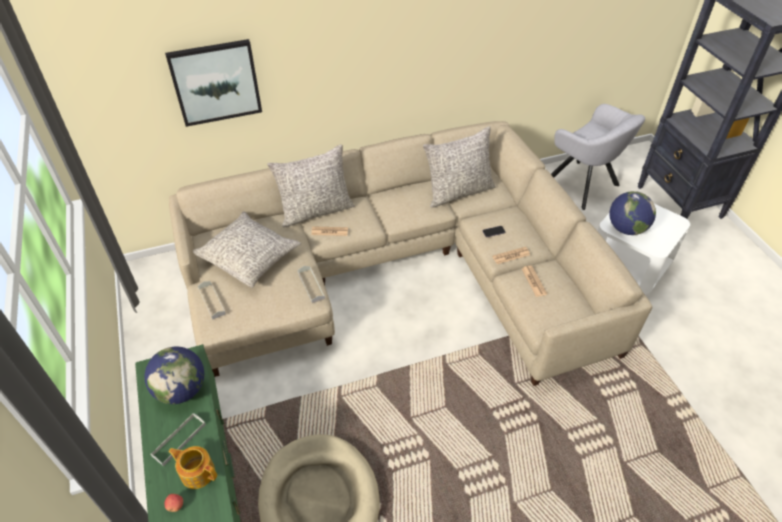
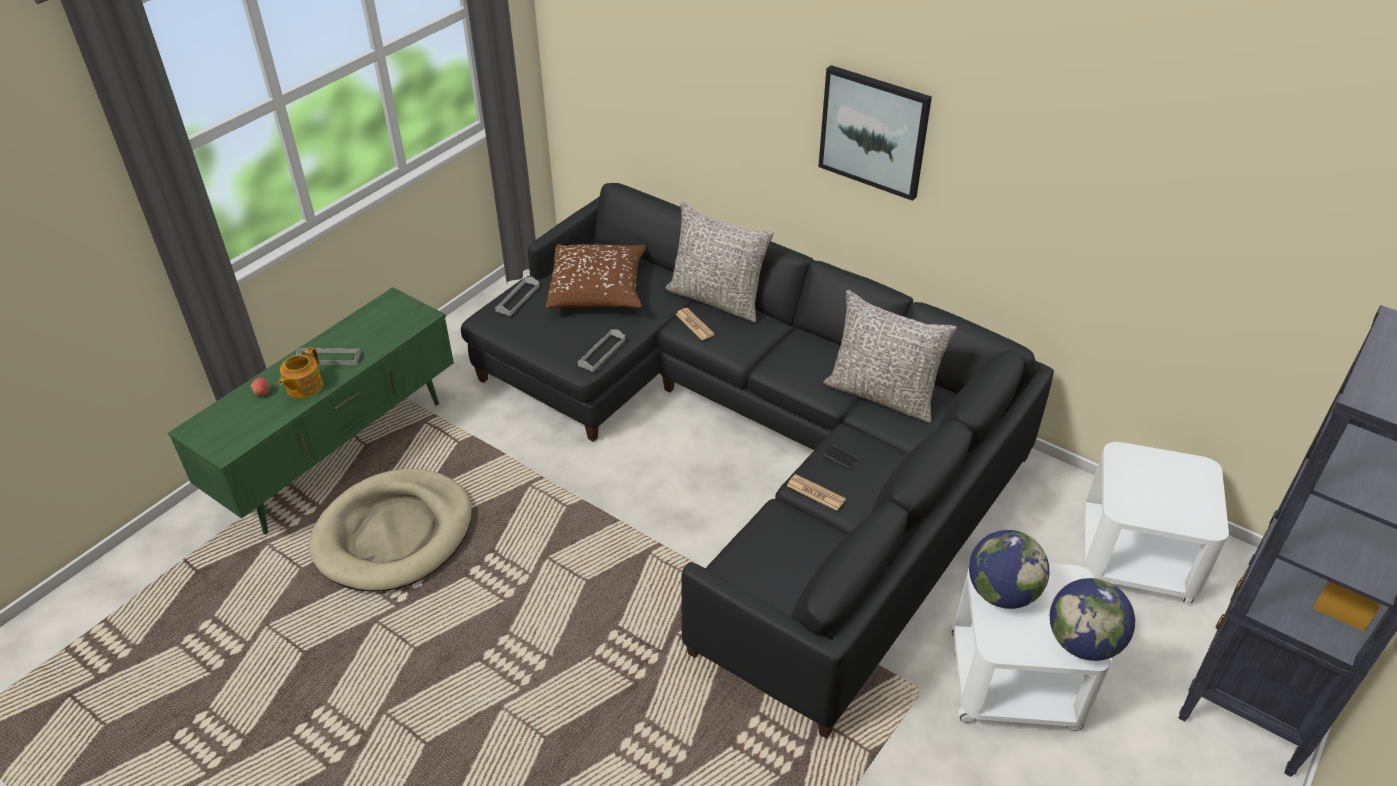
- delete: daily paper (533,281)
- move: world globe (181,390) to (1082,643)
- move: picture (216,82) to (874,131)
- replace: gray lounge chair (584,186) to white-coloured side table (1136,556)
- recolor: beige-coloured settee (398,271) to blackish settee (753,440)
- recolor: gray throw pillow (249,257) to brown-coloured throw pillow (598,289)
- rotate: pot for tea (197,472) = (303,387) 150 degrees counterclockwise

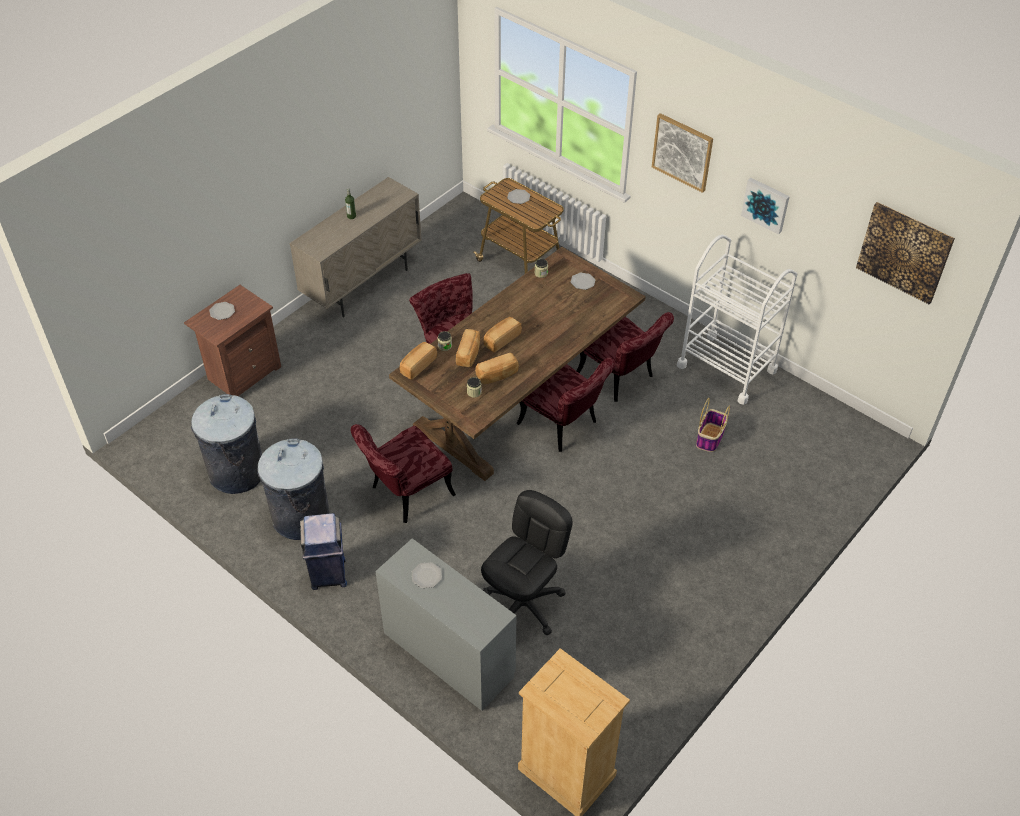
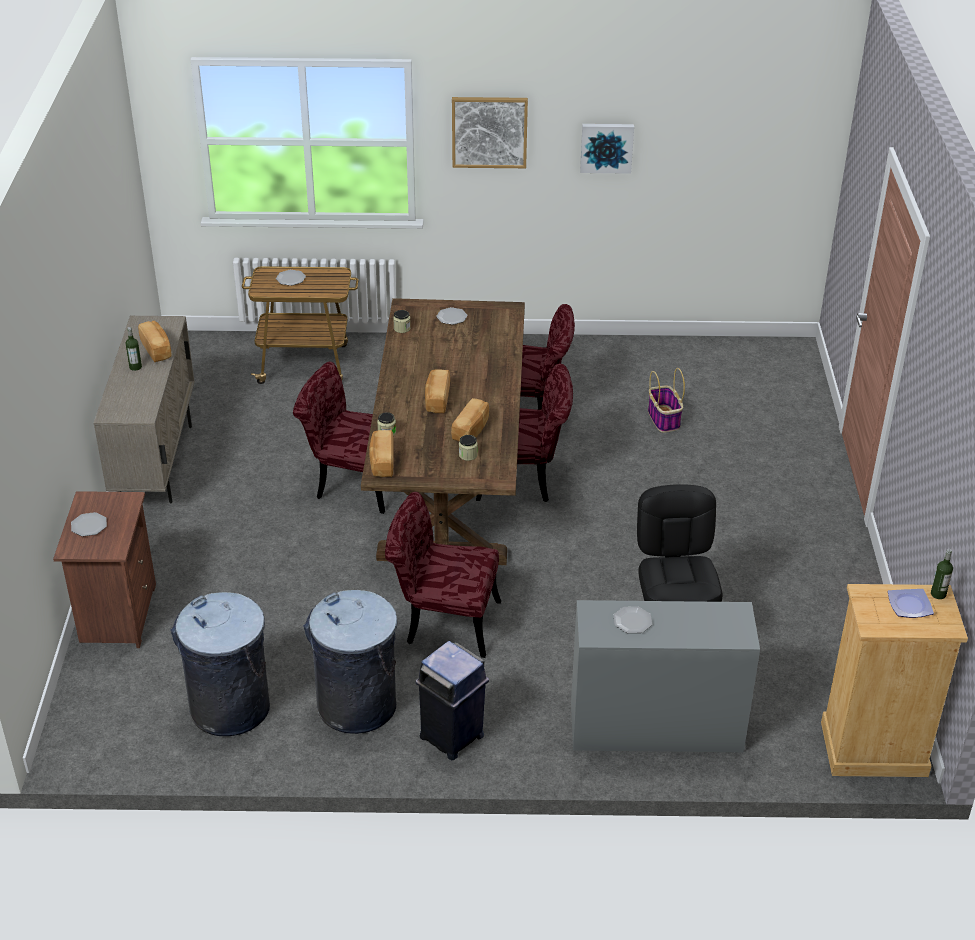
- delete: white-coloured wheeled cart (726,368)
- delete: picture (904,252)
- insert: dinner plate (910,606)
- insert: beverage bottle (938,594)
- move: bakery bread (469,354) to (157,349)
- rotate: reddish chair (405,495) = (442,621) 90 degrees clockwise

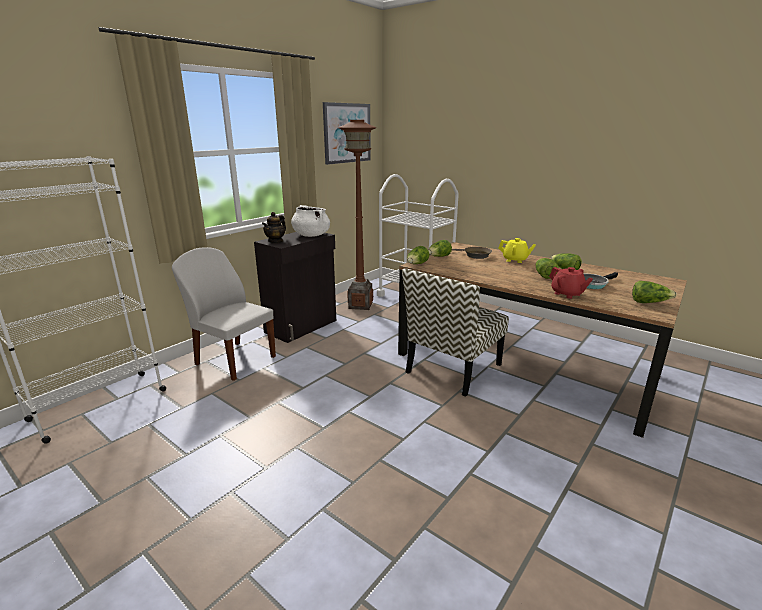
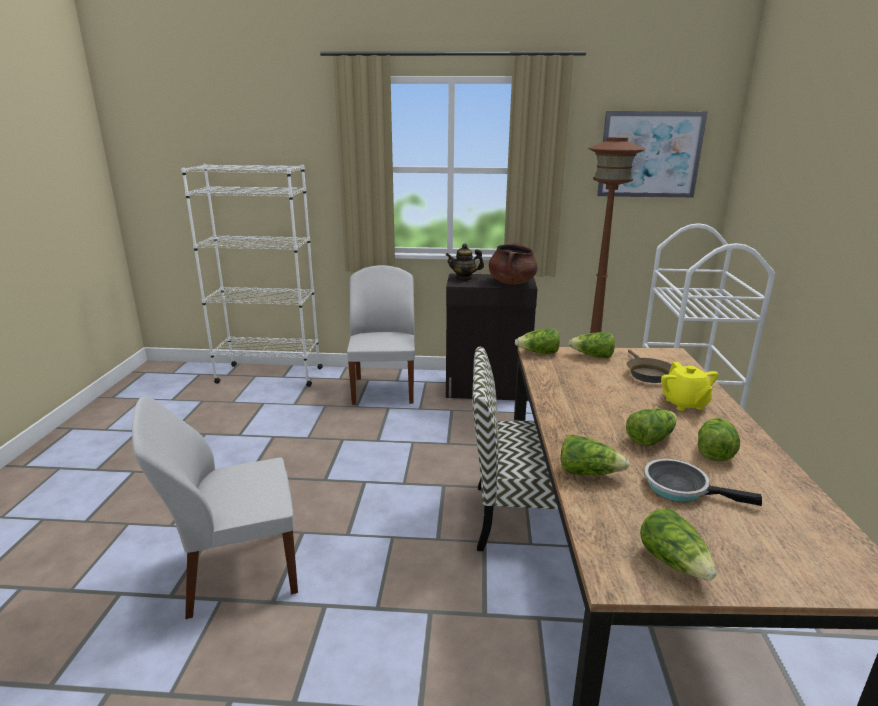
- insert: white-coloured chair (237,571)
- replace: reddish pot for tea (567,294) to head of lettuce (588,472)
- recolor: white-coloured cooking pot (311,235) to brown-coloured cooking pot (511,282)

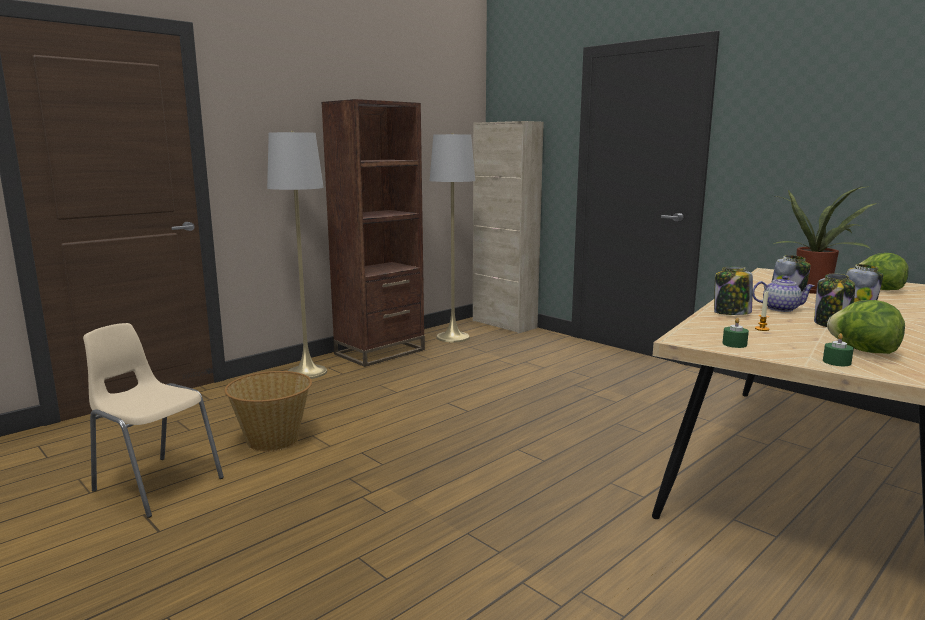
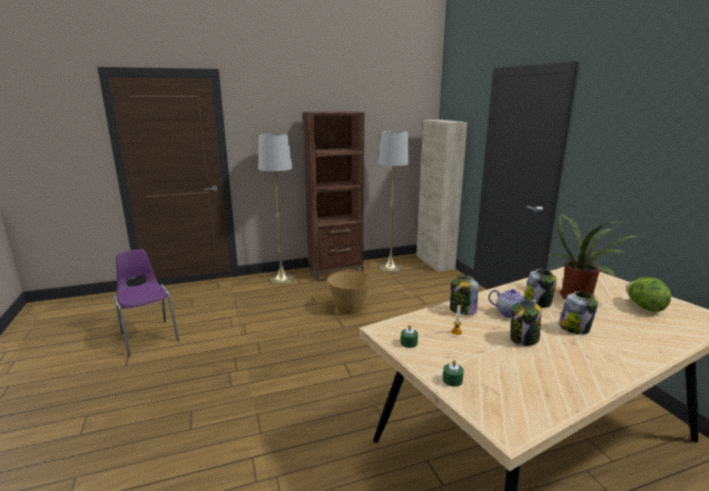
- delete: head of lettuce (863,351)
- move: storage basket (273,439) to (349,308)
- recolor: beige-coloured chair (156,484) to purple-coloured chair (149,336)

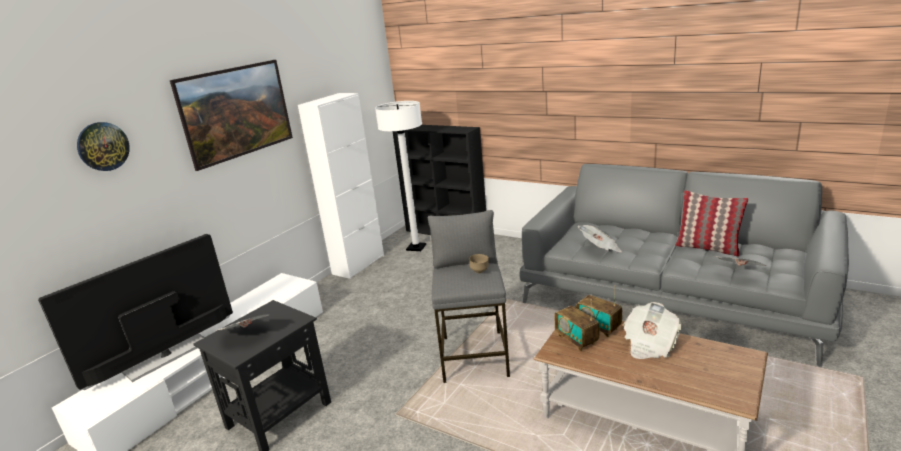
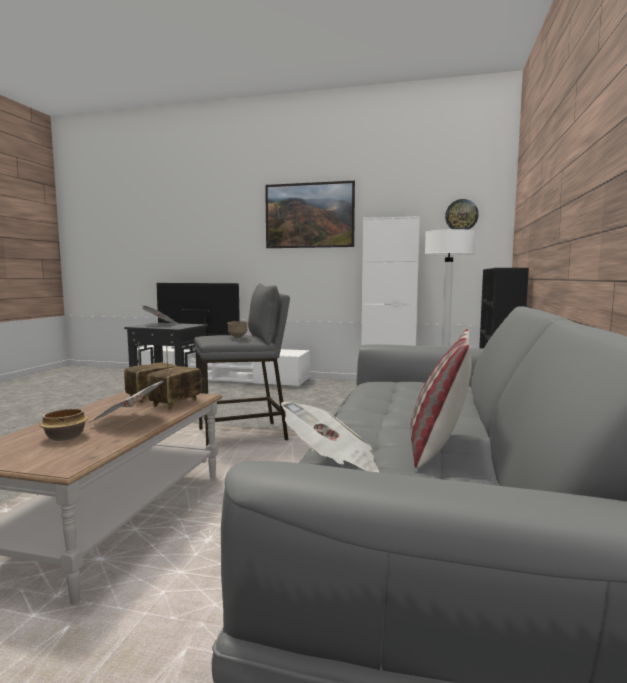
- delete: daily paper (600,249)
- insert: deep dish (65,437)
- move: wall clock (103,146) to (461,215)

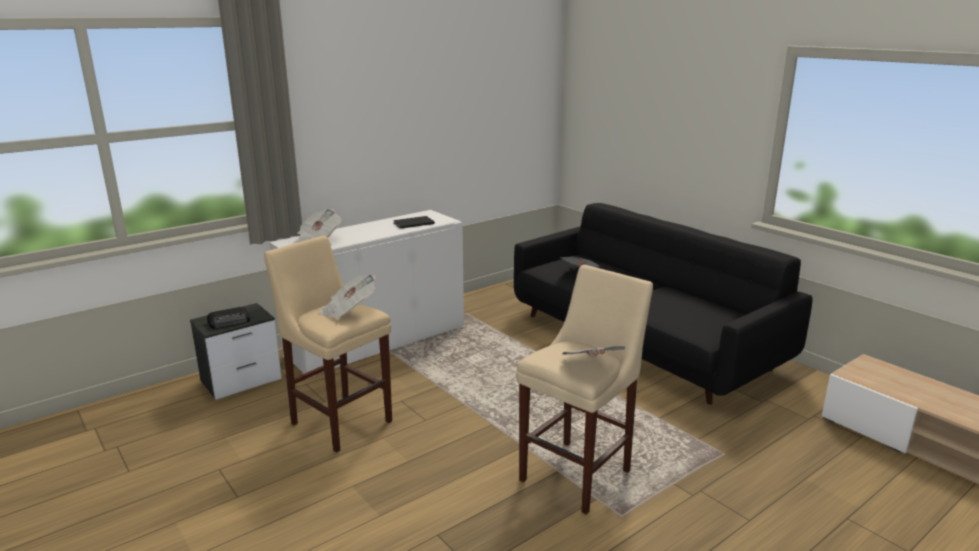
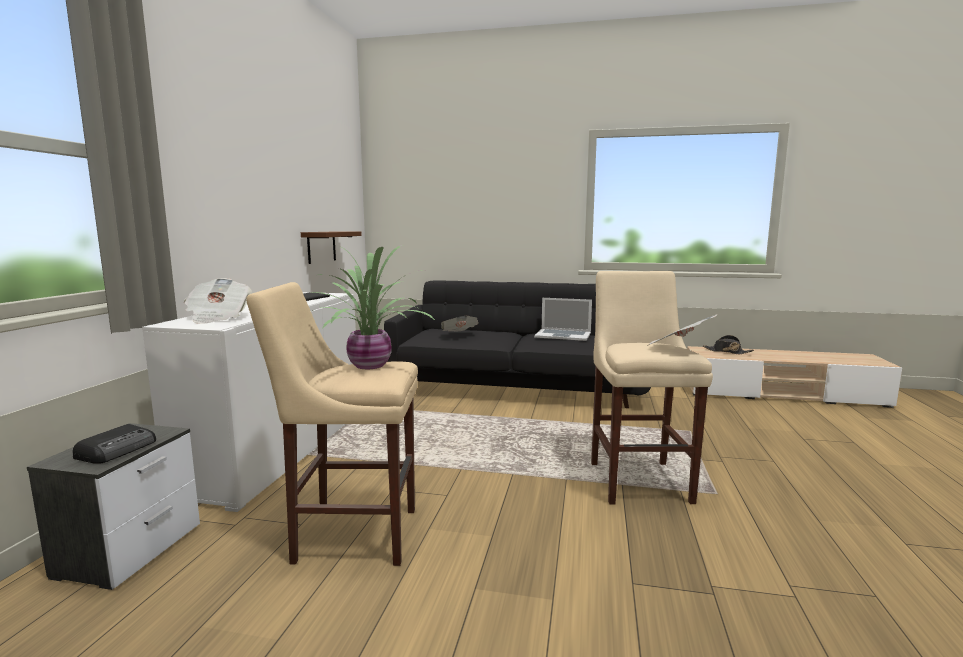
- insert: brown-coloured bracket shelf (321,247)
- insert: notebook computer (563,335)
- insert: blackish wearable hat (727,352)
- replace: daily paper (348,310) to plant in a pot (371,366)

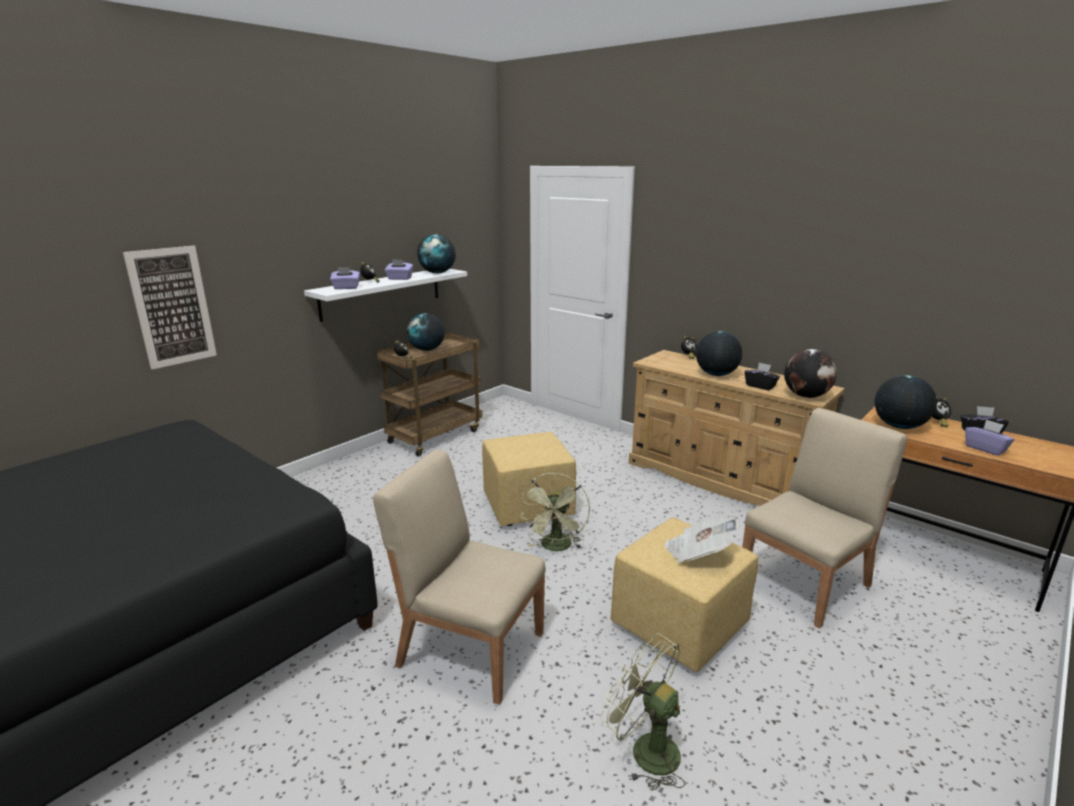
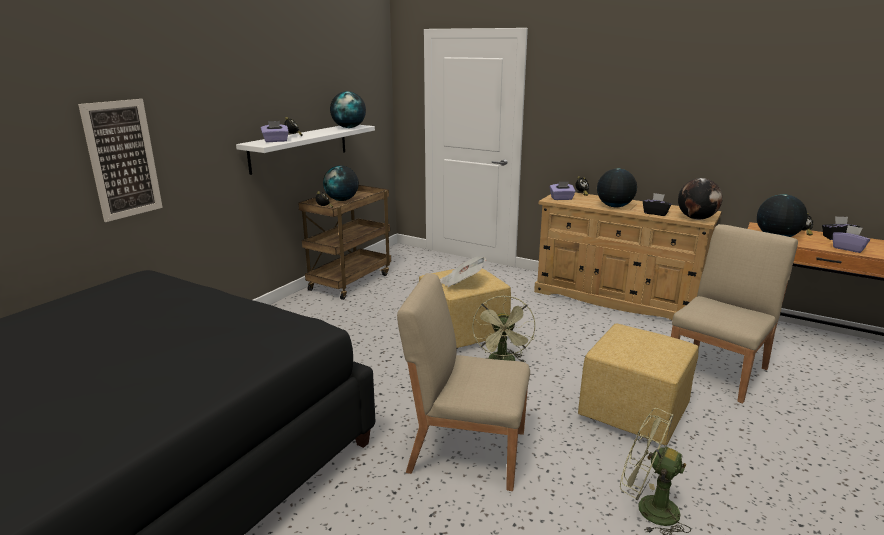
- move: purple-coloured tissue holder (399,278) to (561,198)
- move: daily paper (698,553) to (461,283)

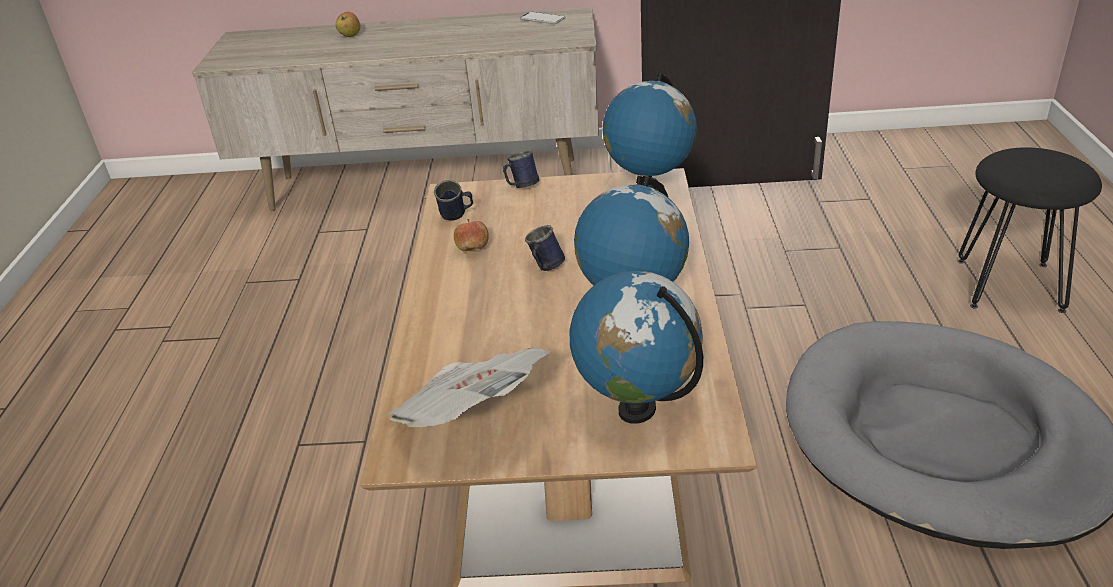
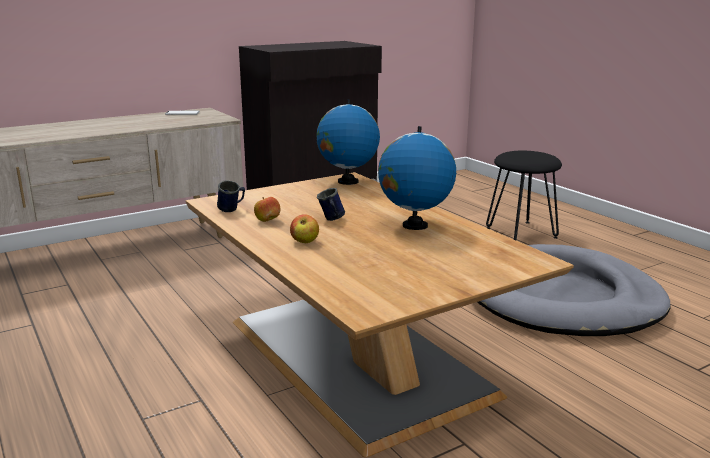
- delete: daily paper (471,417)
- delete: bluish mug (521,187)
- delete: world globe (637,409)
- move: whole apple (350,36) to (304,242)

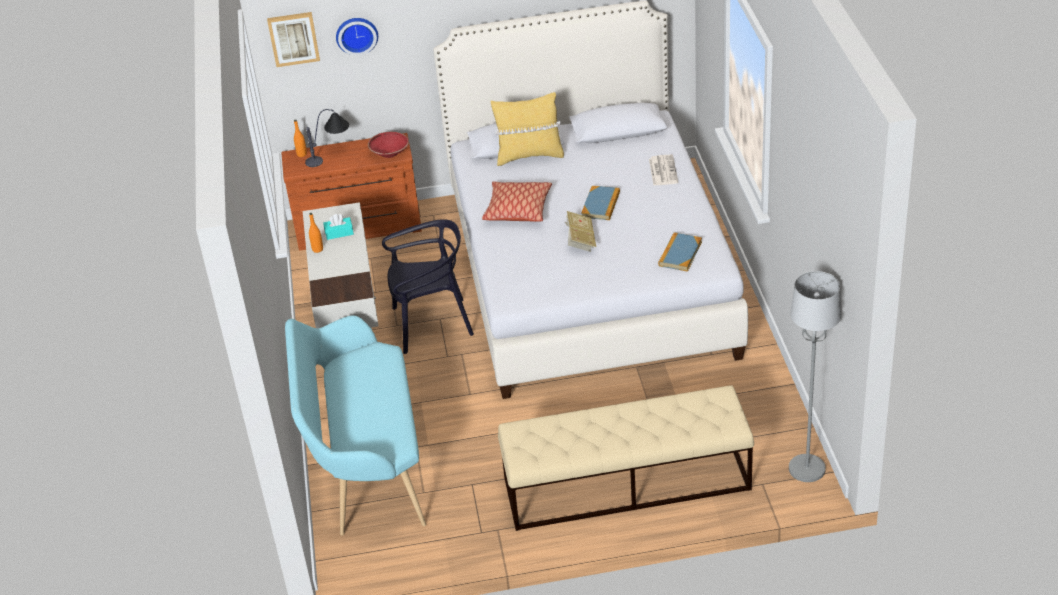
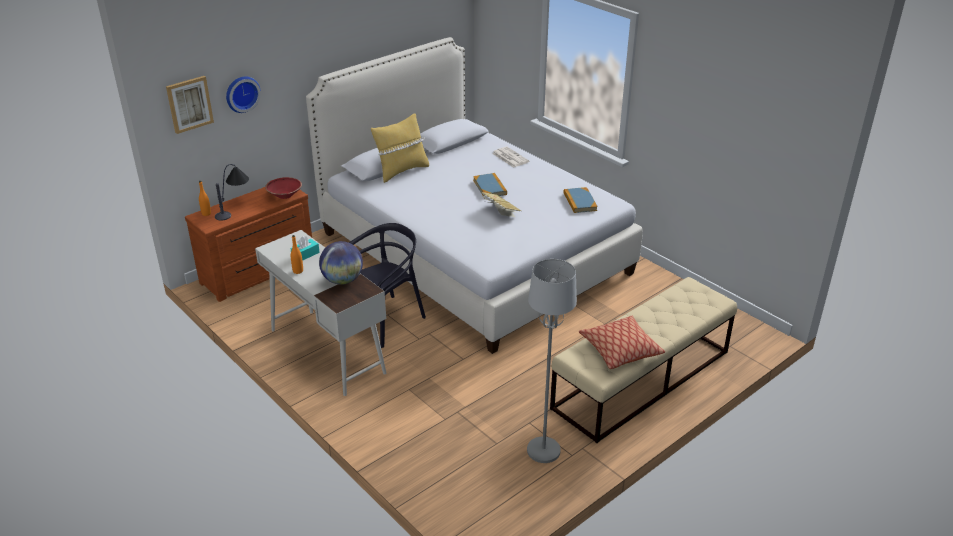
- delete: blue-green bench (366,467)
- insert: world globe (342,280)
- move: throw pillow (517,209) to (620,349)
- move: gray standard lamp (807,469) to (544,451)

